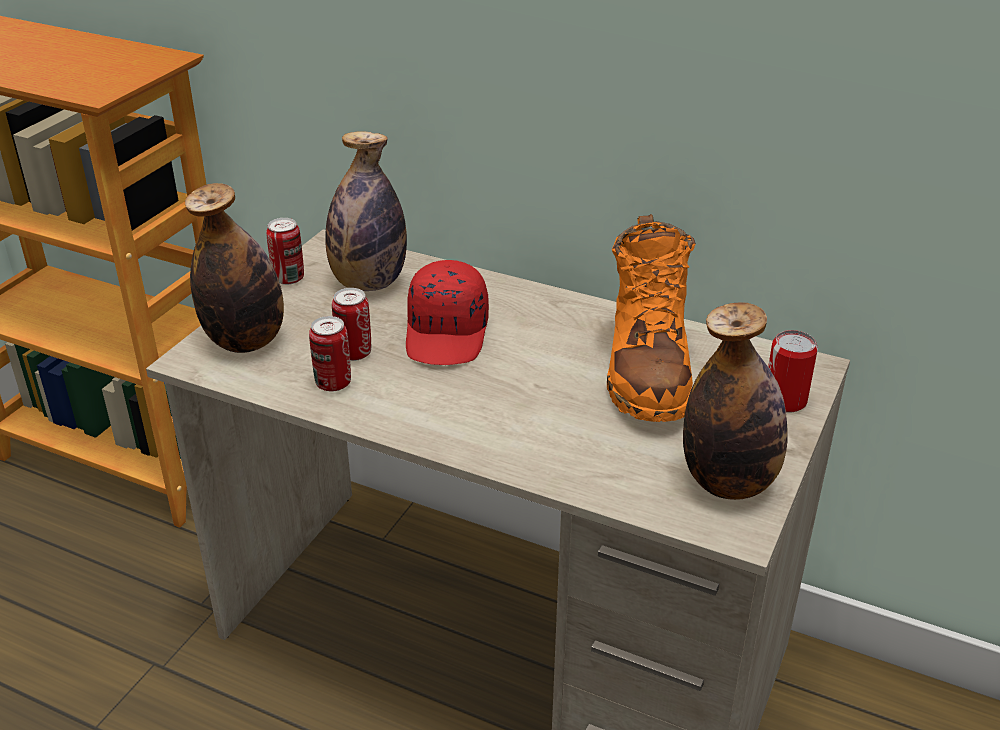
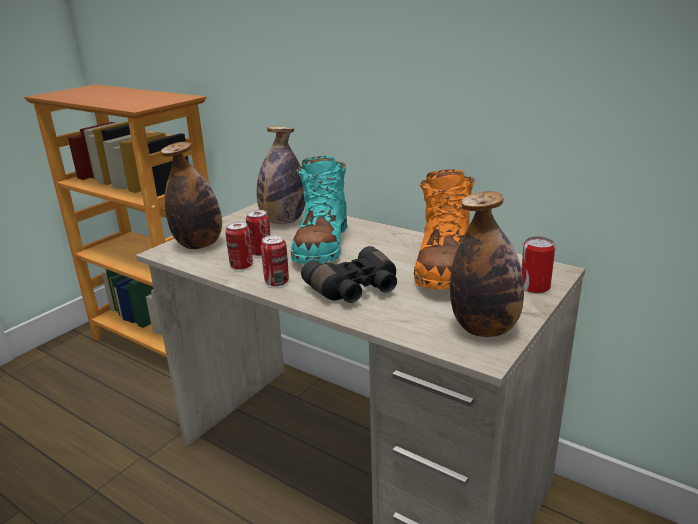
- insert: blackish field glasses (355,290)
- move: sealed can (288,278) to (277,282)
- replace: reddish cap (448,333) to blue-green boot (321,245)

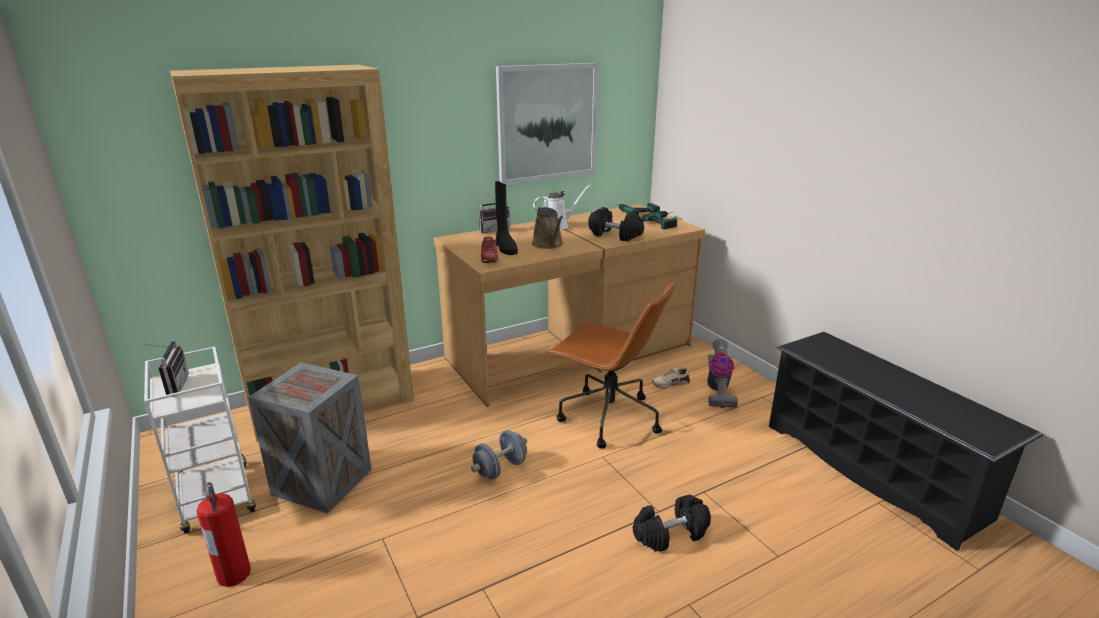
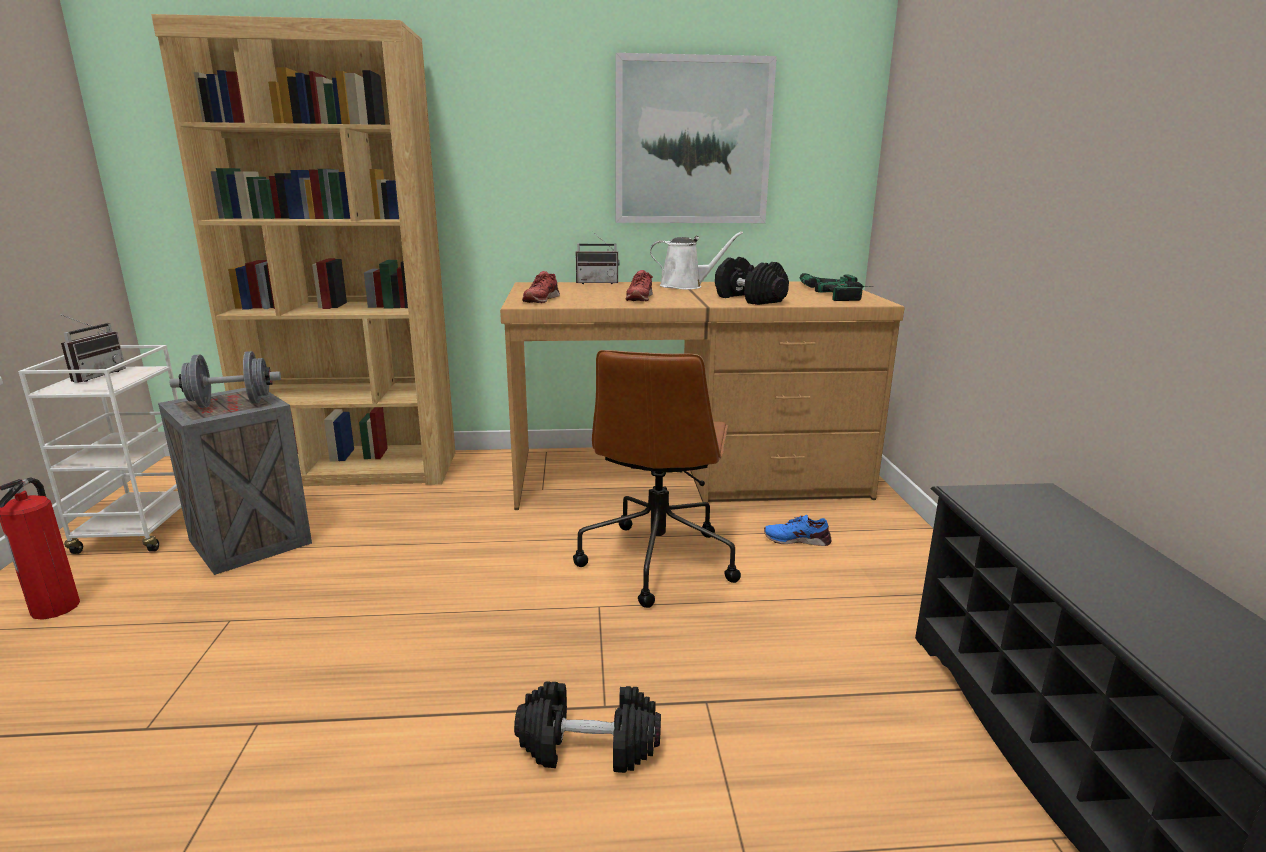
- delete: blackish boot (505,248)
- delete: vacuum (717,390)
- move: gray free weight (500,469) to (231,404)
- replace: brown-coloured watering can (548,244) to reddish low shoe (639,298)
- recolor: beige-coloured low shoe (670,383) to bluish low shoe (797,539)
- rotate: brown-coloured computer chair (607,418) = (657,560) 45 degrees clockwise

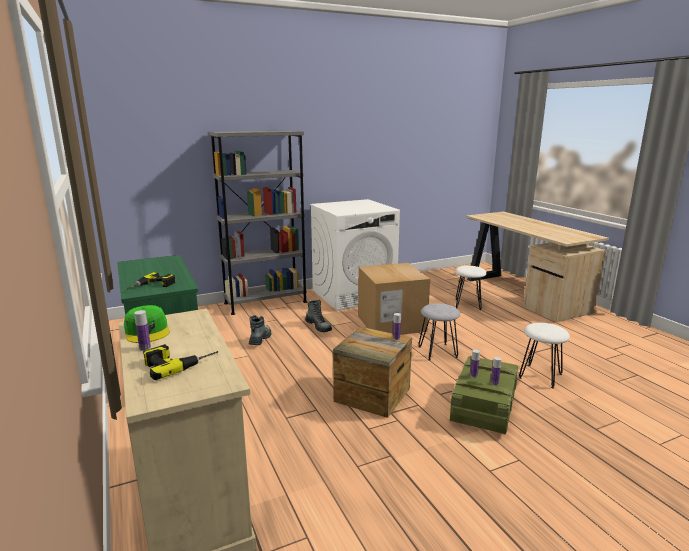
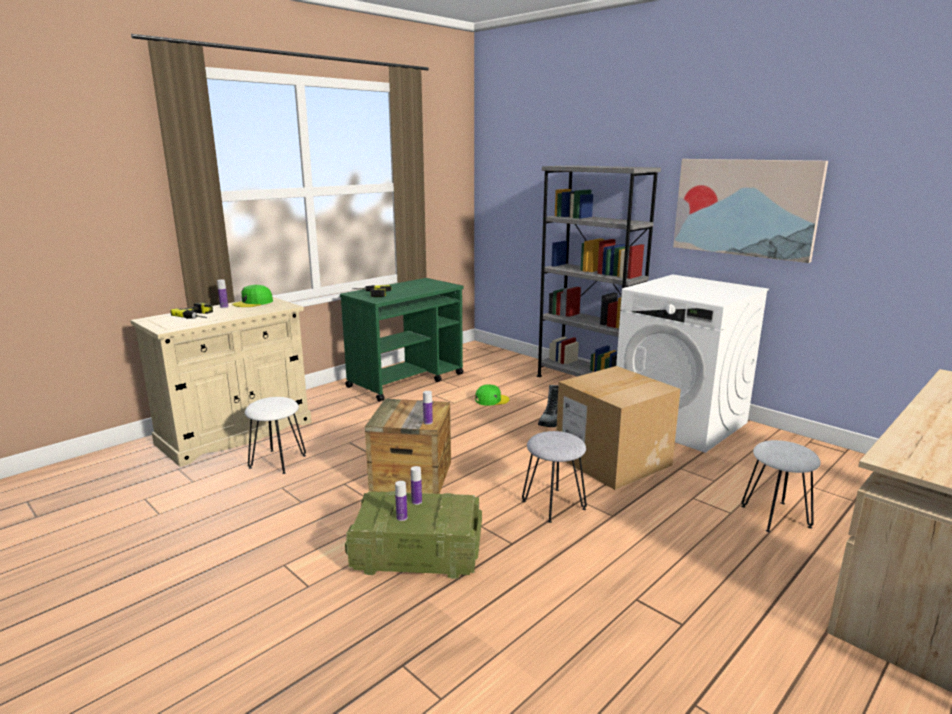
- insert: picture (745,207)
- move: white-coloured stool (540,376) to (277,462)
- replace: boot (260,340) to green-coloured cap (491,400)

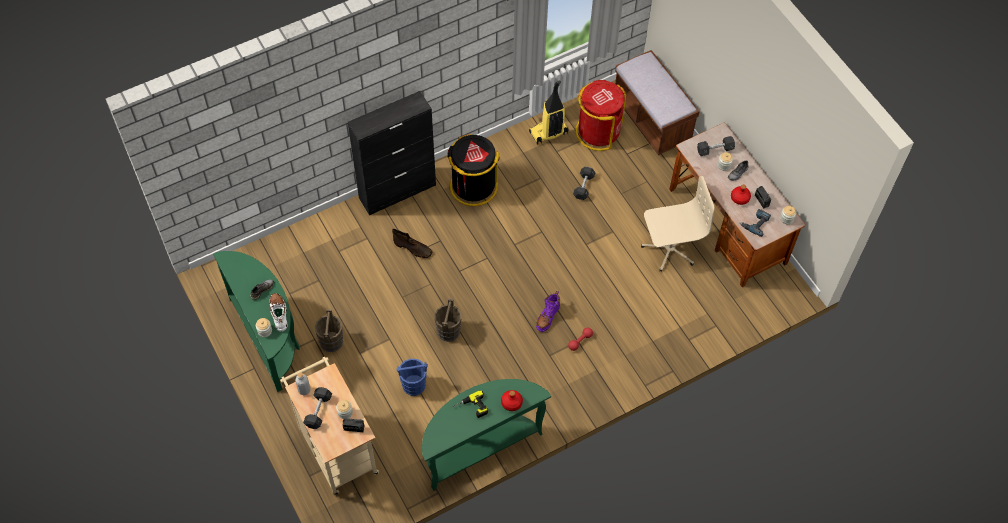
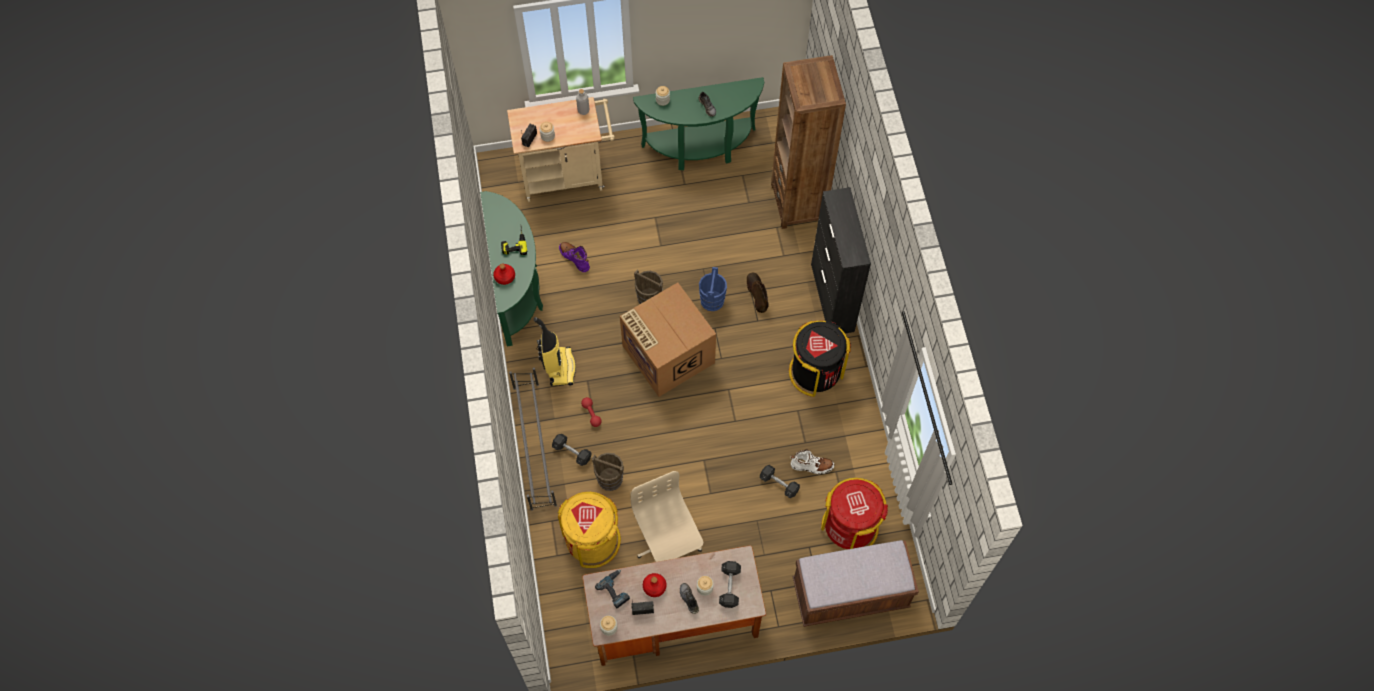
- insert: gray shoe rack (535,445)
- insert: yellow rubbish bin (592,540)
- insert: cardboard box (667,354)
- insert: brown-coloured bookcase (798,203)
- move: white-coloured boot (279,313) to (812,466)
- move: gray free weight (318,411) to (572,452)
- move: brown-coloured water bucket (331,342) to (609,478)
- move: bluish water bucket (413,385) to (712,300)
- move: vacuum (548,133) to (559,367)
- move: purple-coloured boot (547,317) to (574,258)
- rotate: brown-coloured boot (413,248) = (757,293) 120 degrees clockwise
- rotate: beige-coloured computer chair (669,248) = (668,544) 150 degrees clockwise

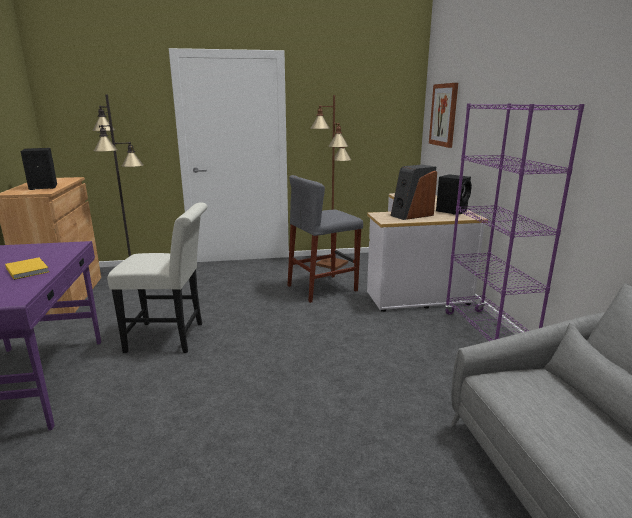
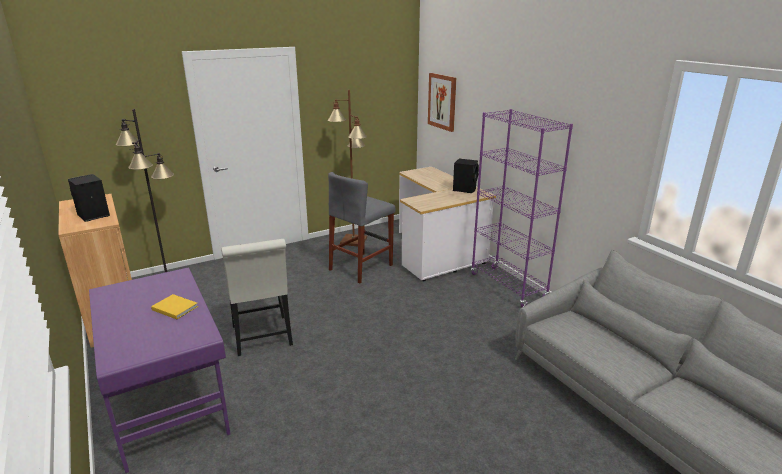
- delete: audio speaker (411,215)
- rotate: white-coloured chair (171,337) = (263,338) 90 degrees clockwise

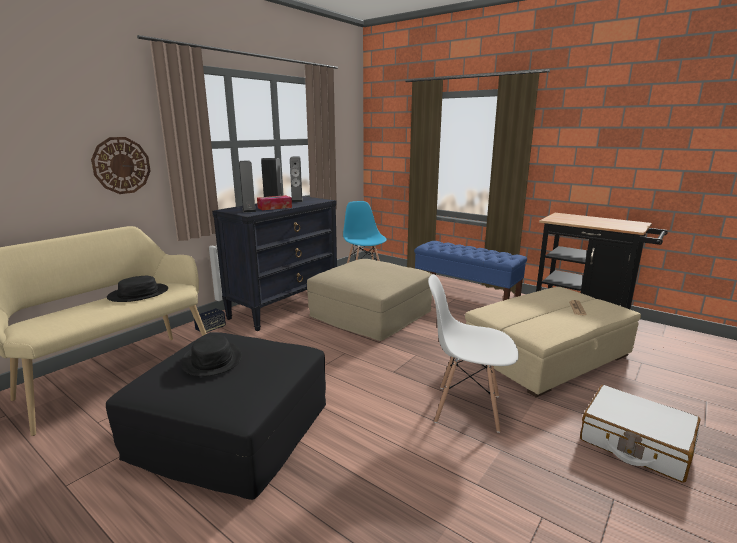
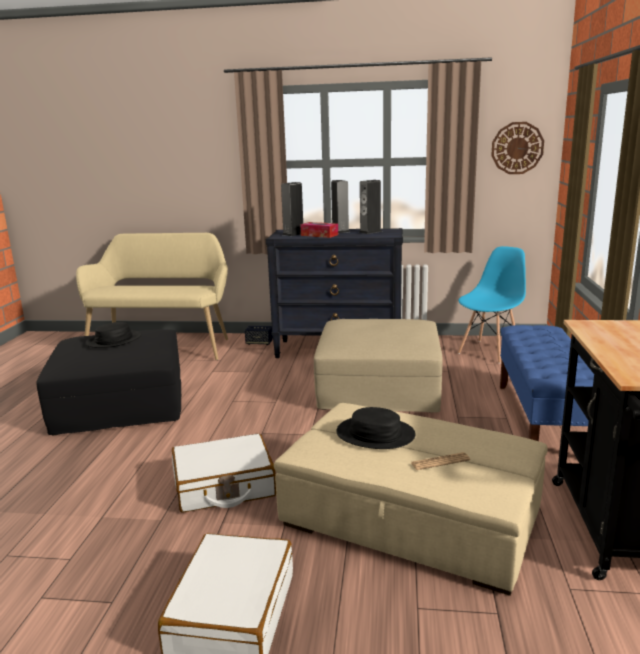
- move: wall clock (121,165) to (517,148)
- move: blackish wearable hat (138,294) to (375,434)
- replace: white-coloured chair (466,408) to white-coloured suitcase (224,486)

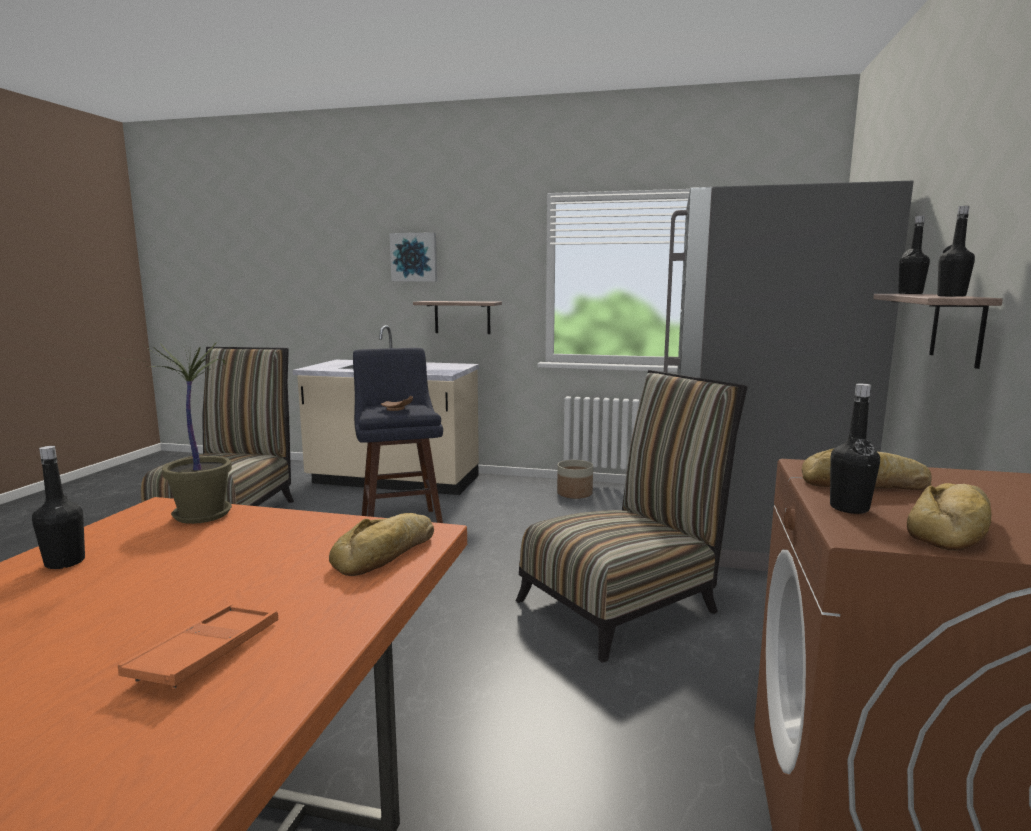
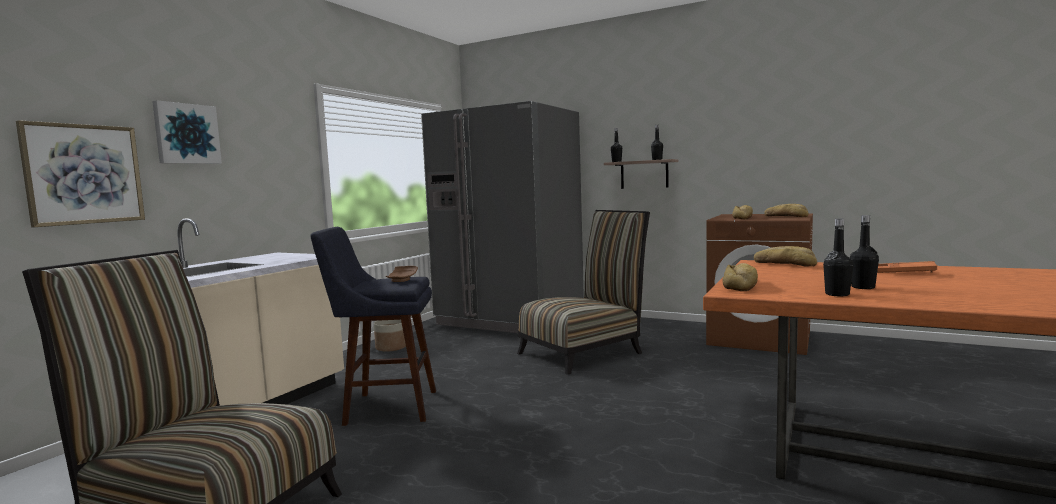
- delete: bracket shelf (462,317)
- insert: picture (84,174)
- move: blackish beverage bottle (849,508) to (863,287)
- replace: plant in a pot (202,514) to bakery bread (741,285)
- rotate: chair (625,602) = (585,352) 75 degrees clockwise

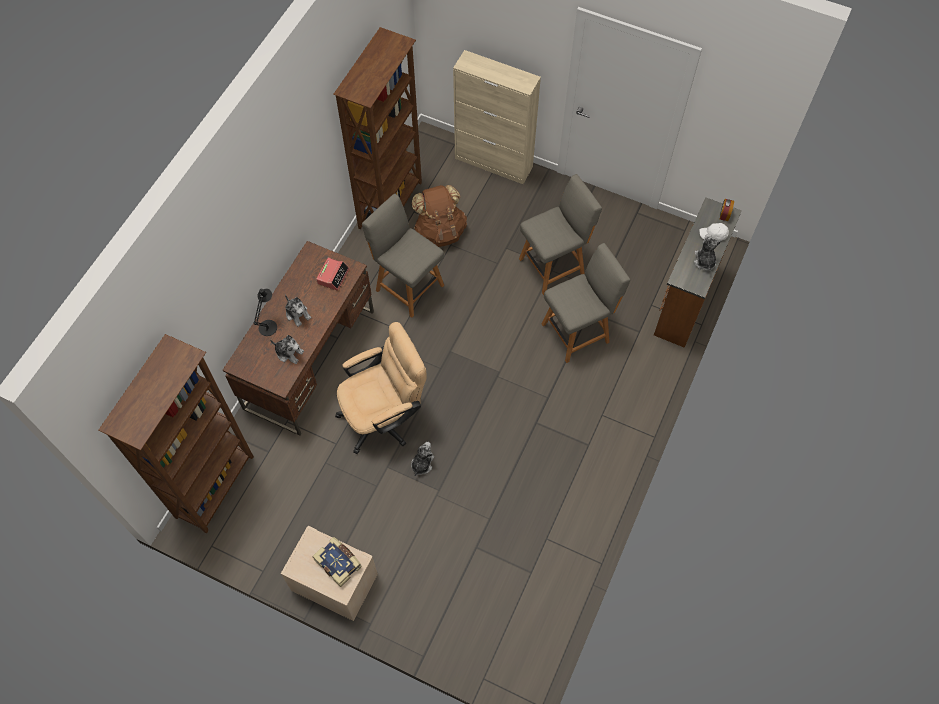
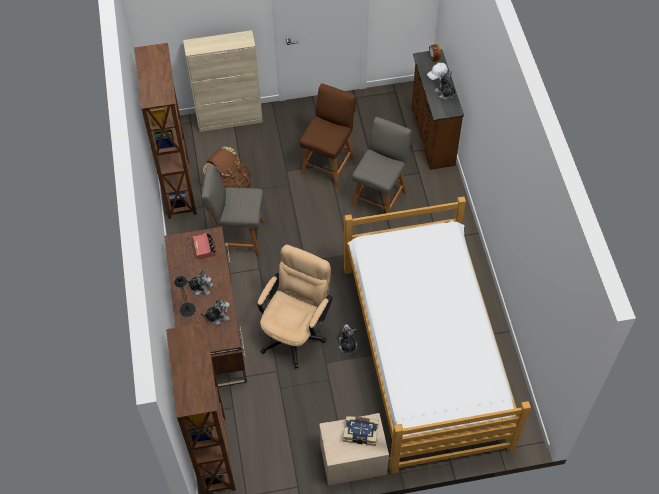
- insert: bedroom bed (424,355)
- recolor: gray chair (554,265) to brown-coloured chair (328,163)

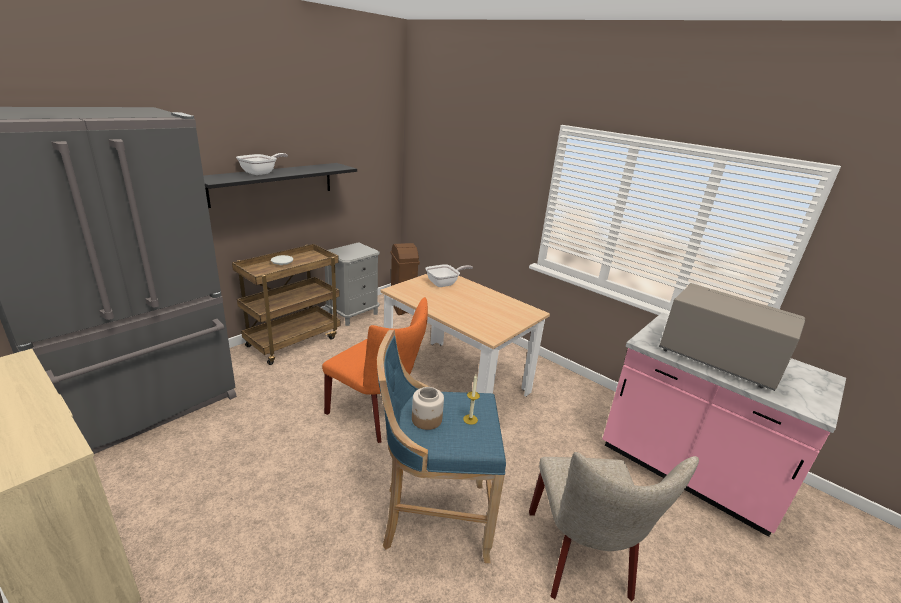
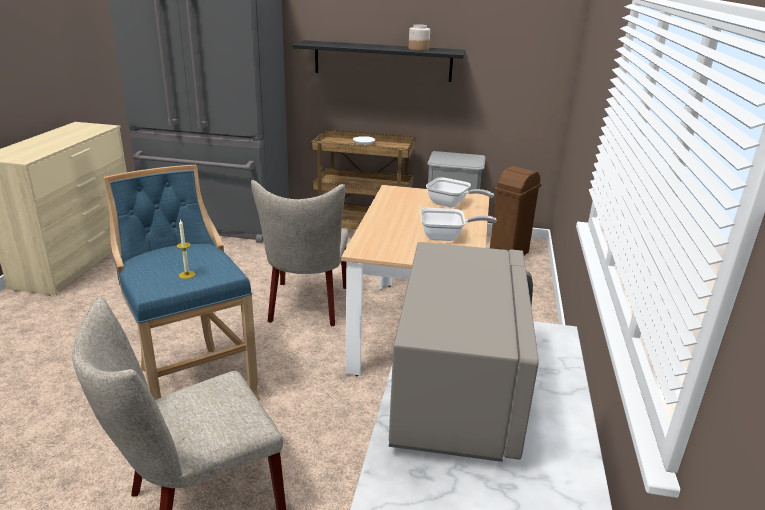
- move: pan (261,173) to (446,237)
- move: jar (426,420) to (418,49)
- recolor: orangey chair (377,414) to beige-coloured chair (307,307)

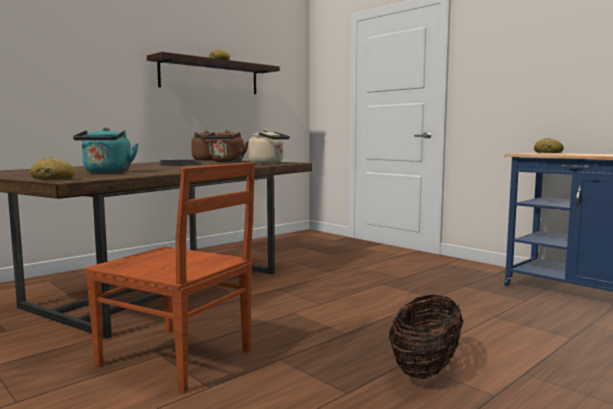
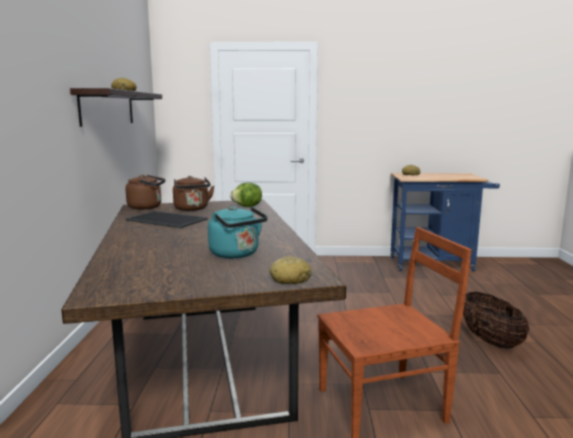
- replace: beige-coloured water kettle (268,163) to head of lettuce (247,207)

